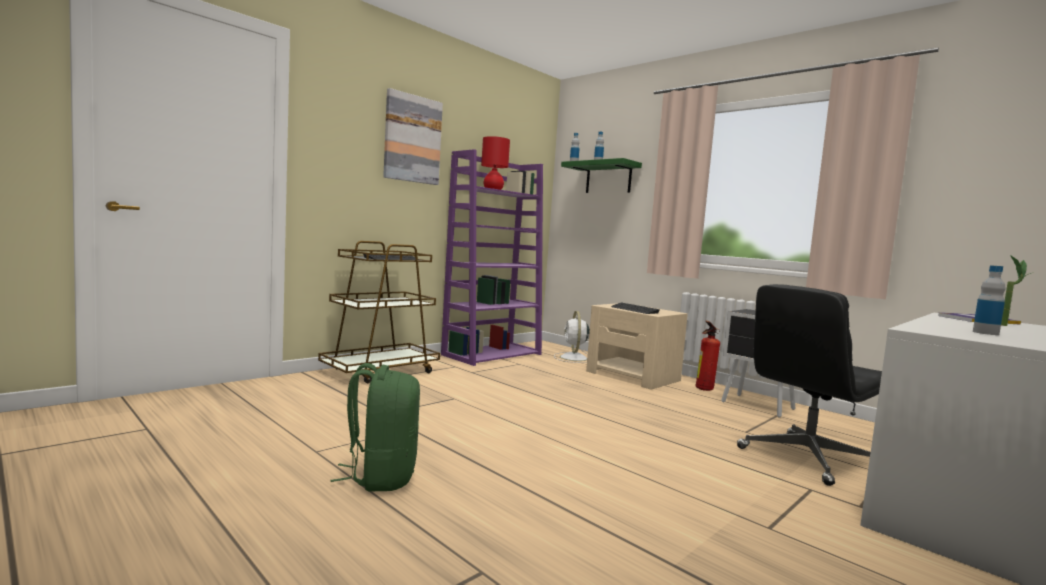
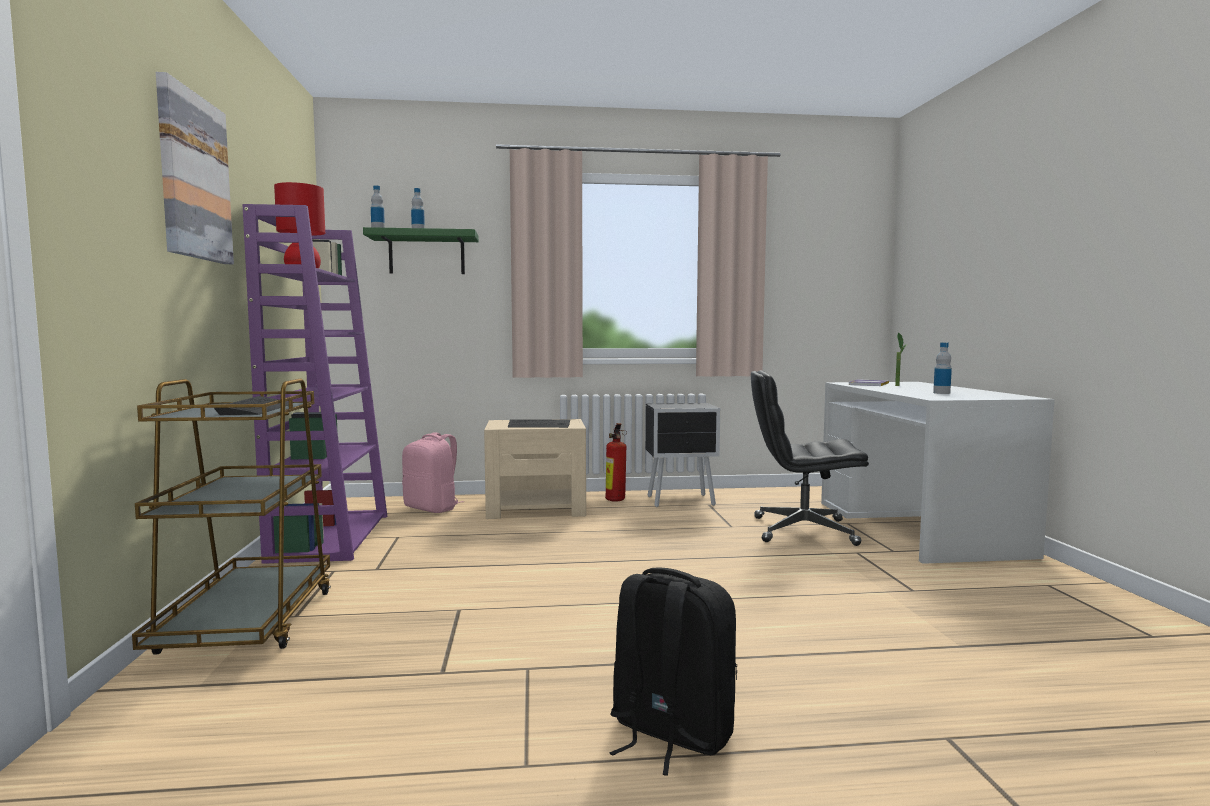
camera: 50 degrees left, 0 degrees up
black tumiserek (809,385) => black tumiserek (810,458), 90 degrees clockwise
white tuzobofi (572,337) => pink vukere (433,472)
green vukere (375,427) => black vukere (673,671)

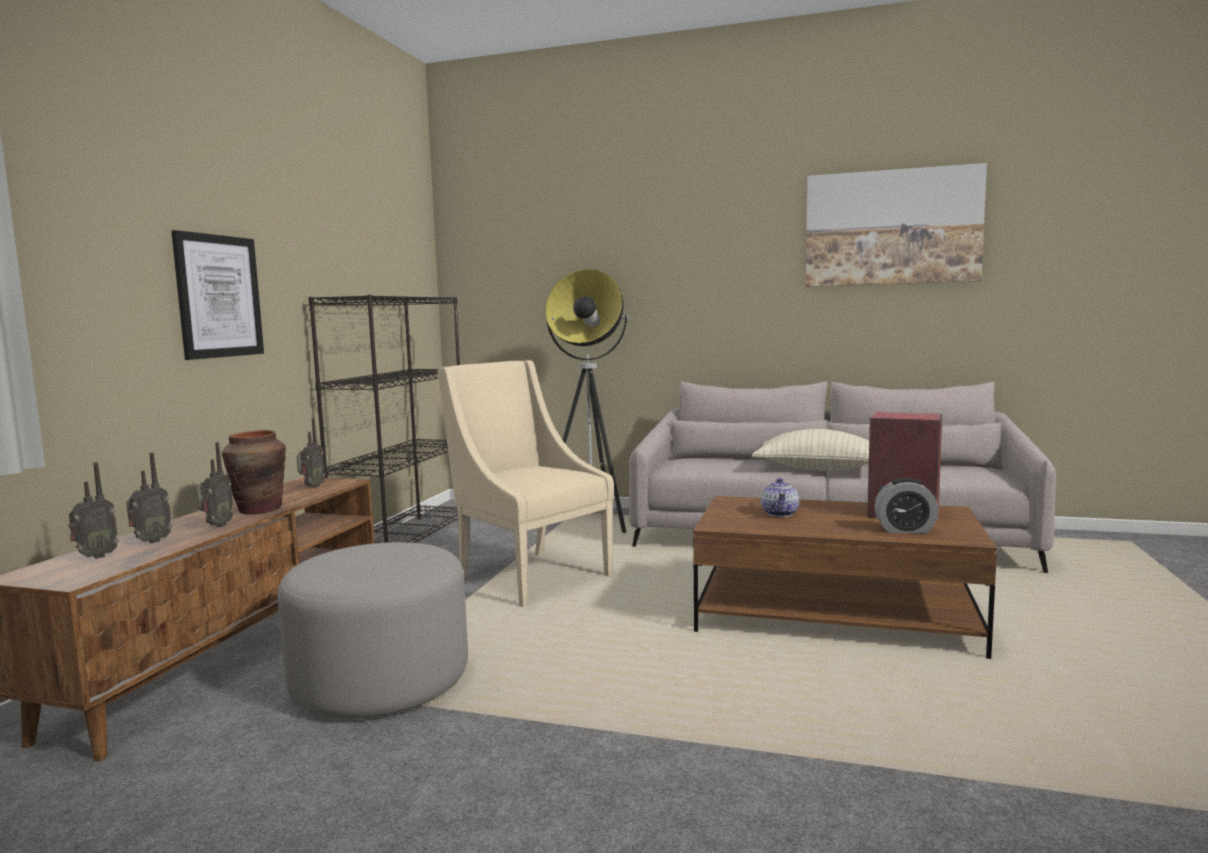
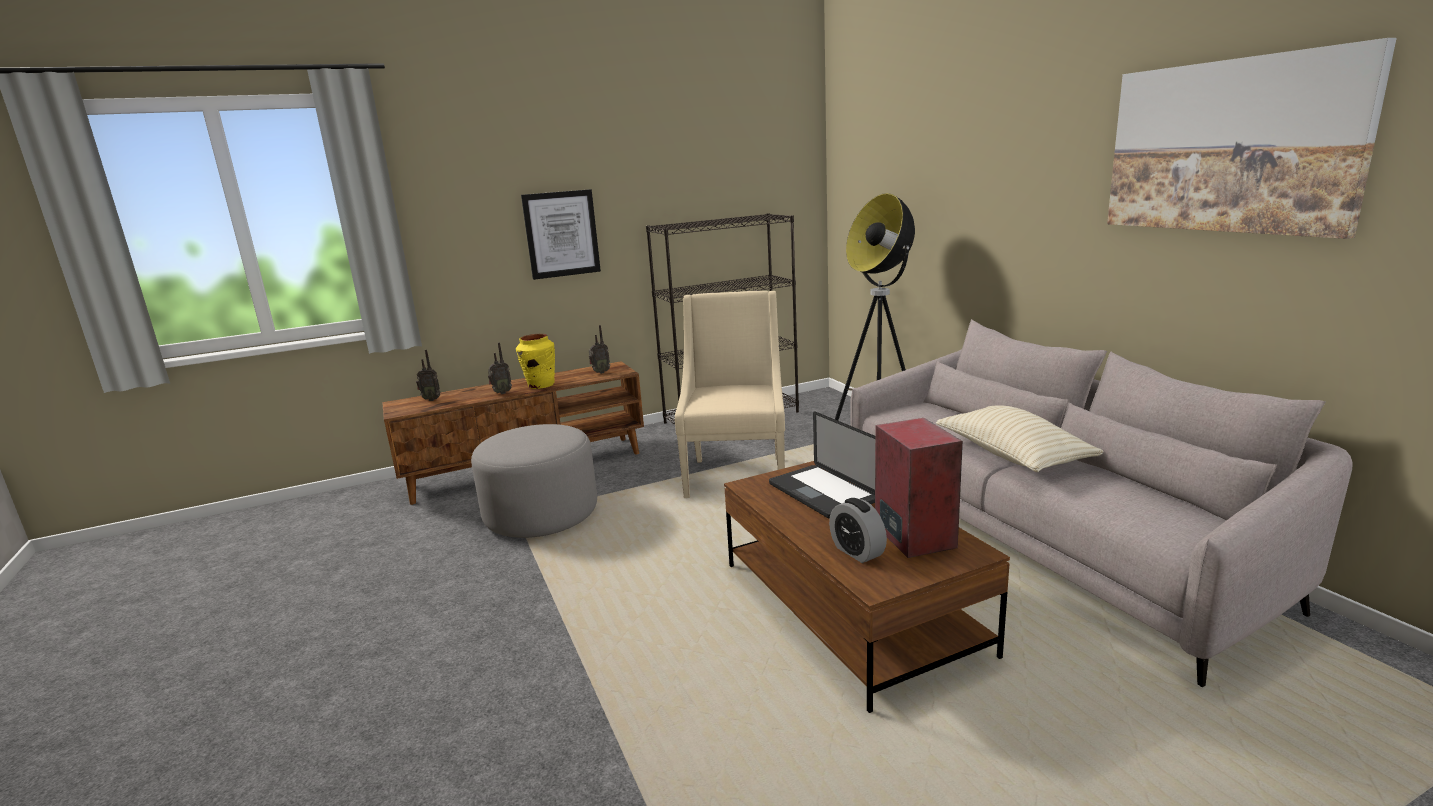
camera: 50 degrees right, 10 degrees up
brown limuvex (254,472) => yellow limuvex (535,361)
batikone (149,497) => nothing
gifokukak (780,497) => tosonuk (822,465)

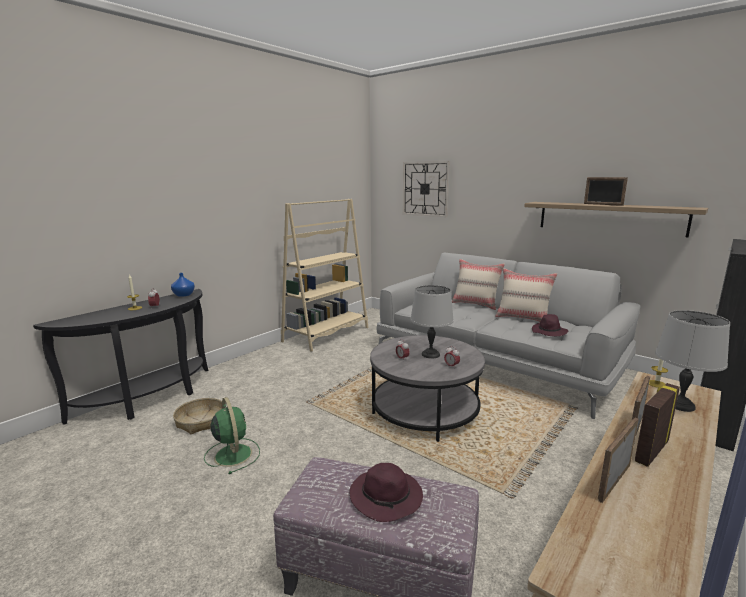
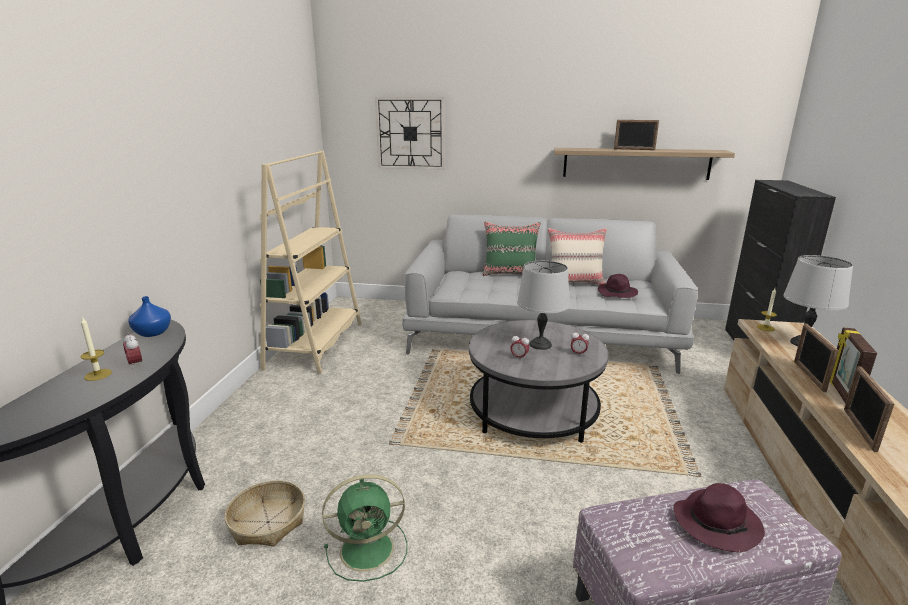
camera: 30 degrees left, 5 degrees up
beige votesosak (478,284) => green votesosak (511,248)
green tuzobofi (232,435) => green tuzobofi (364,528), 135 degrees clockwise

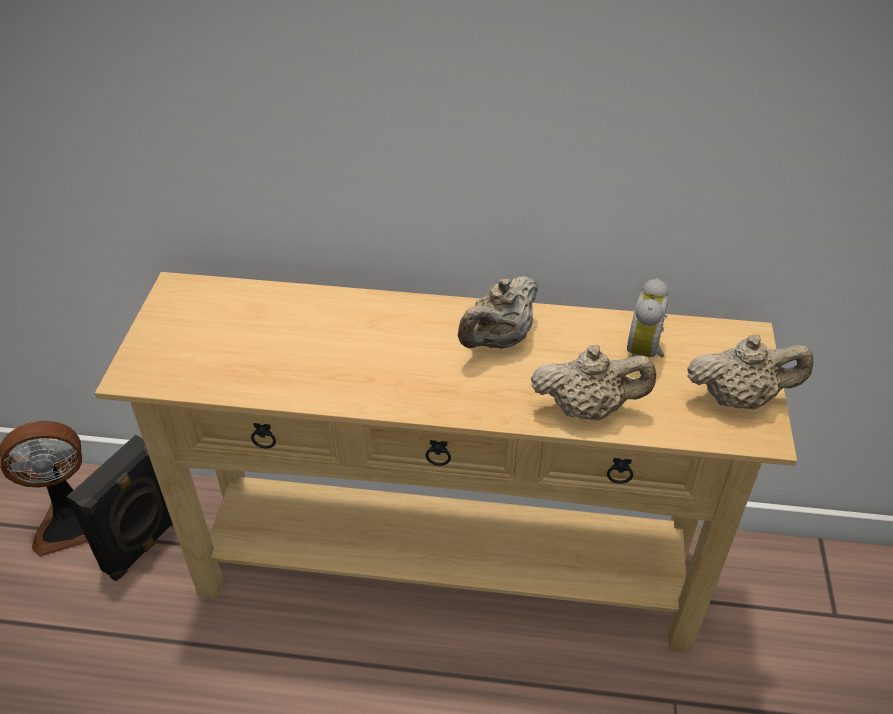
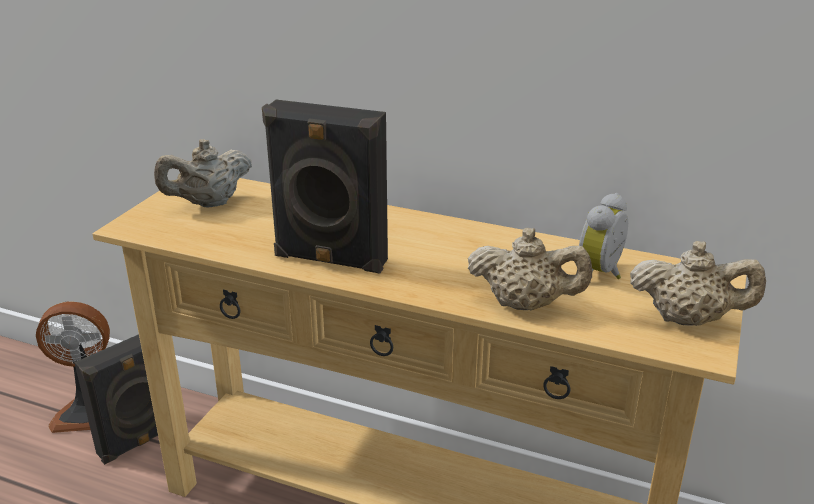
camera: 15 degrees right, 15 degrees down
beige gifokukak (498,312) => beige gifokukak (203,173), move
nothing => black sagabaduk (325,186)

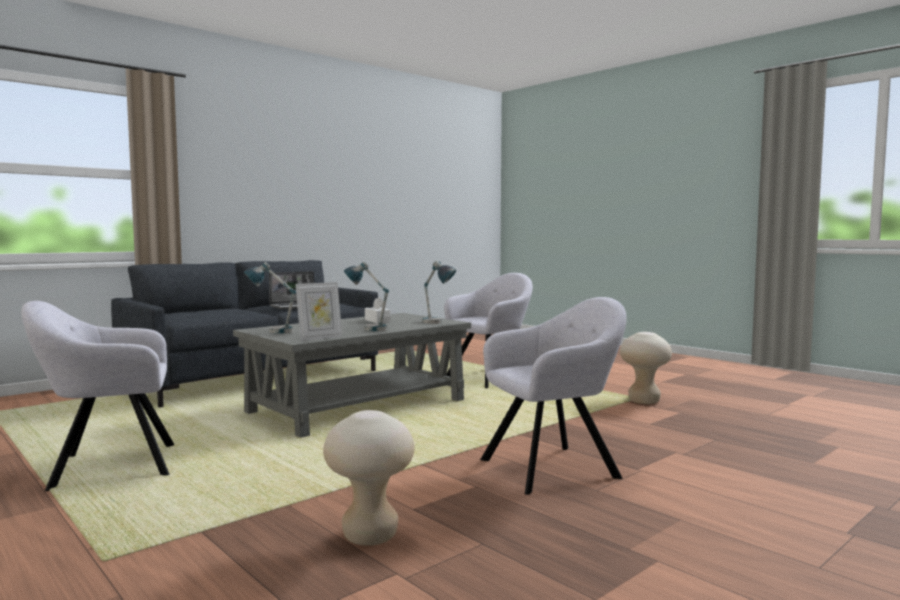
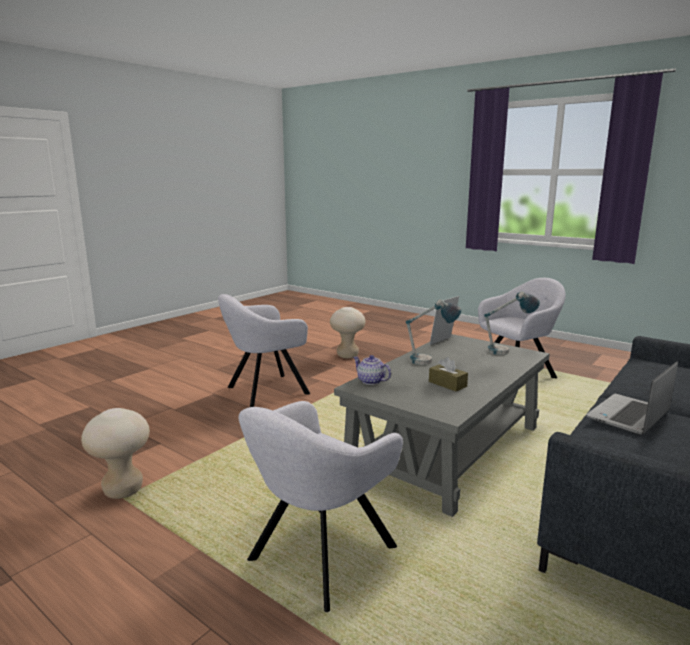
camera: 170 degrees right, 10 degrees up
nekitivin (439,292) => gifokukak (372,370)
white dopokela (378,310) => brown dopokela (448,374)

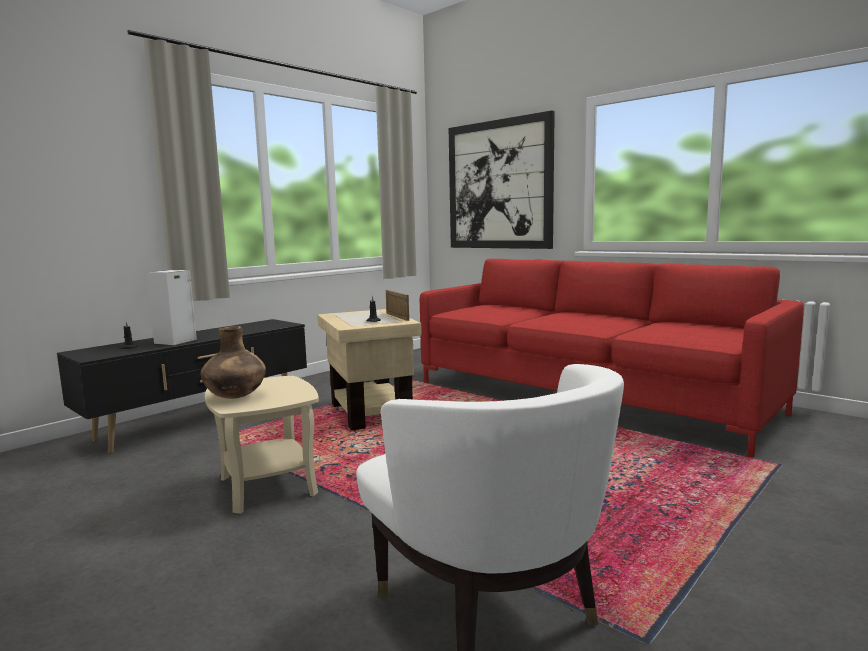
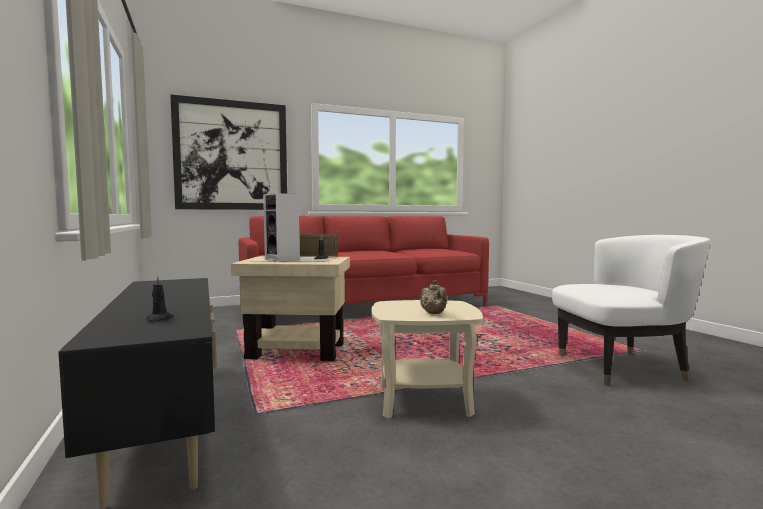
camera: 65 degrees left, 5 degrees down
sagabaduk (171,307) => sagabaduk (281,227), move
brown limuvex (233,362) => beige gifokukak (433,297)

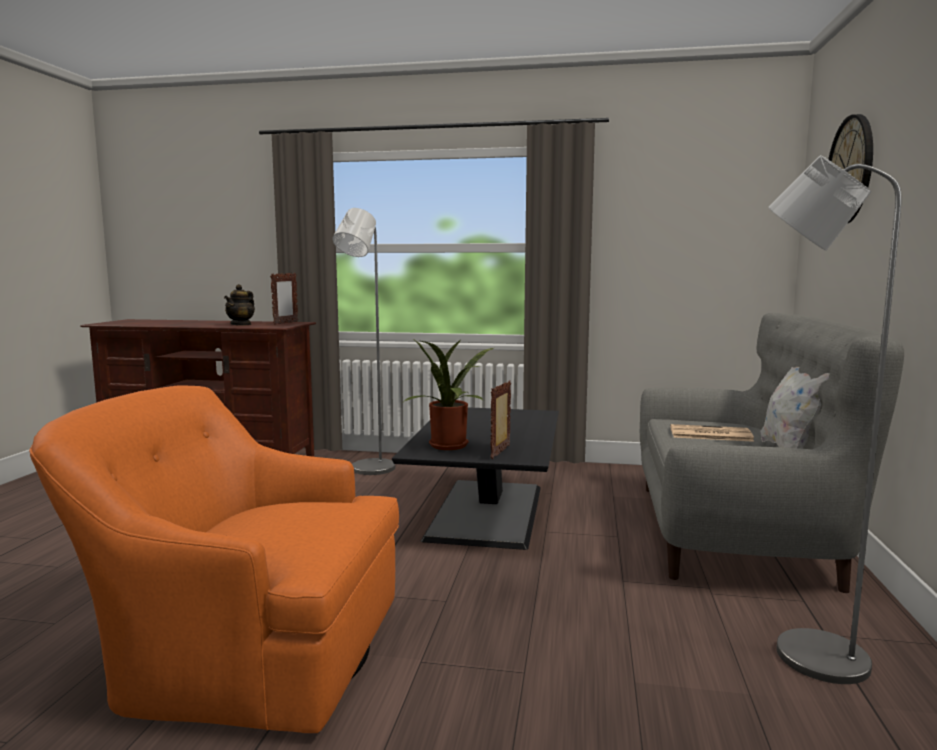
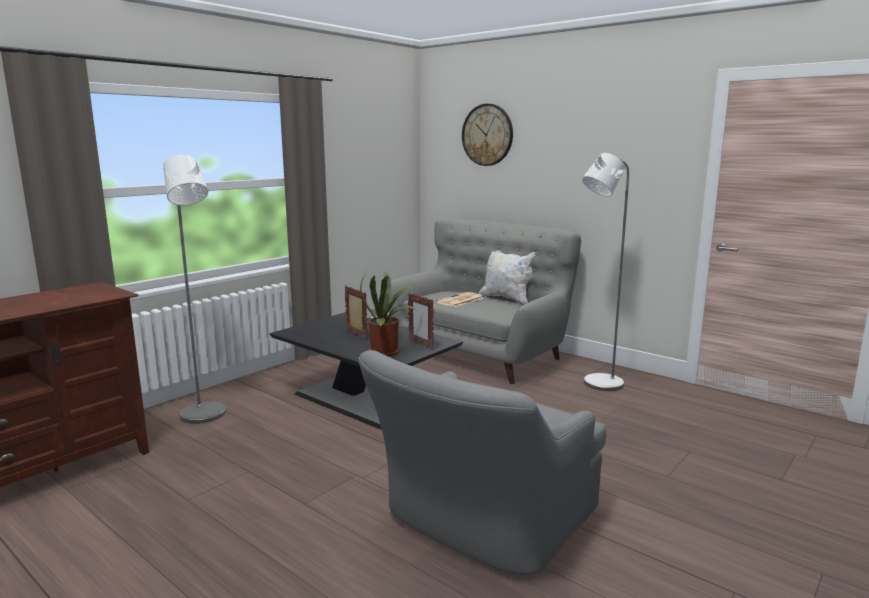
camera: 60 degrees left, 5 degrees up
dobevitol (284,298) => dobevitol (356,312), move
gifokukak (239,305) => nothing
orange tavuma (214,559) => grey tavuma (482,462)

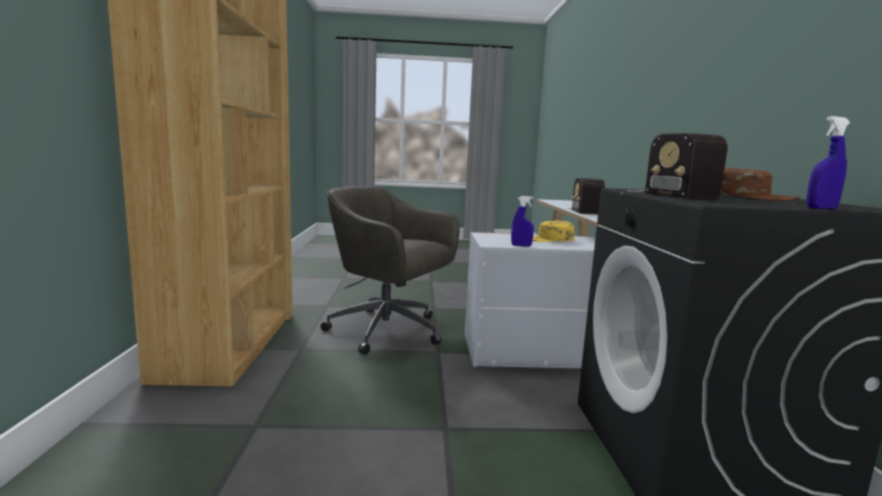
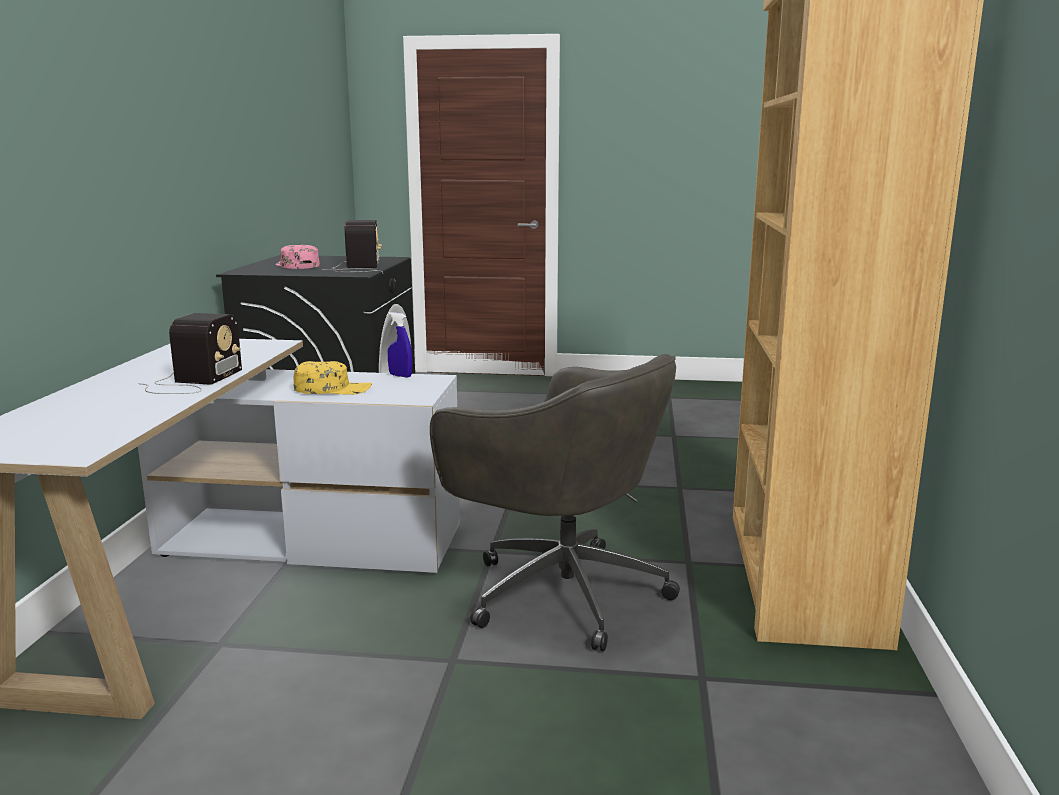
camera: 170 degrees left, 5 degrees up
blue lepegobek (828,162) => nothing
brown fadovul (760,184) => pink fadovul (298,257)

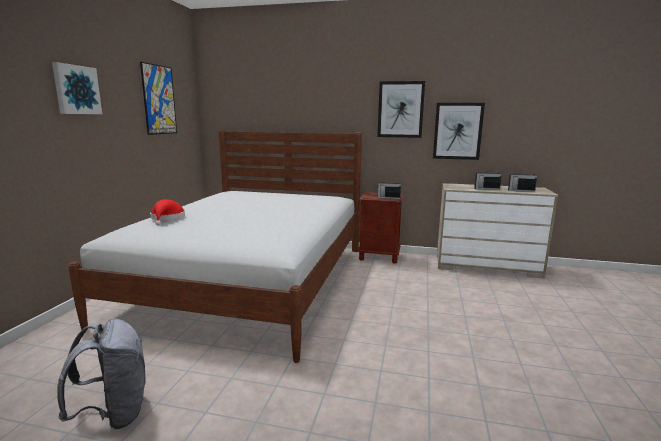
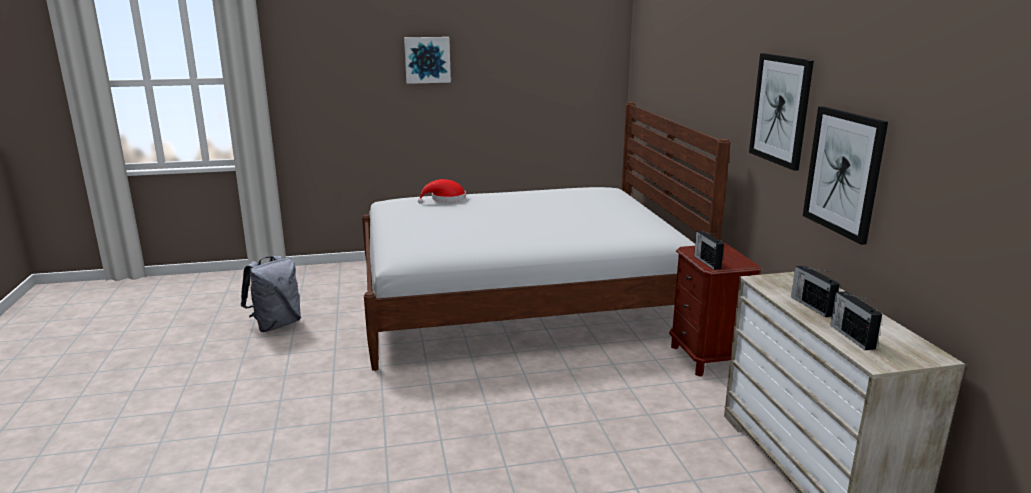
camera: 65 degrees right, 5 degrees up
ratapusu (158,98) => nothing

